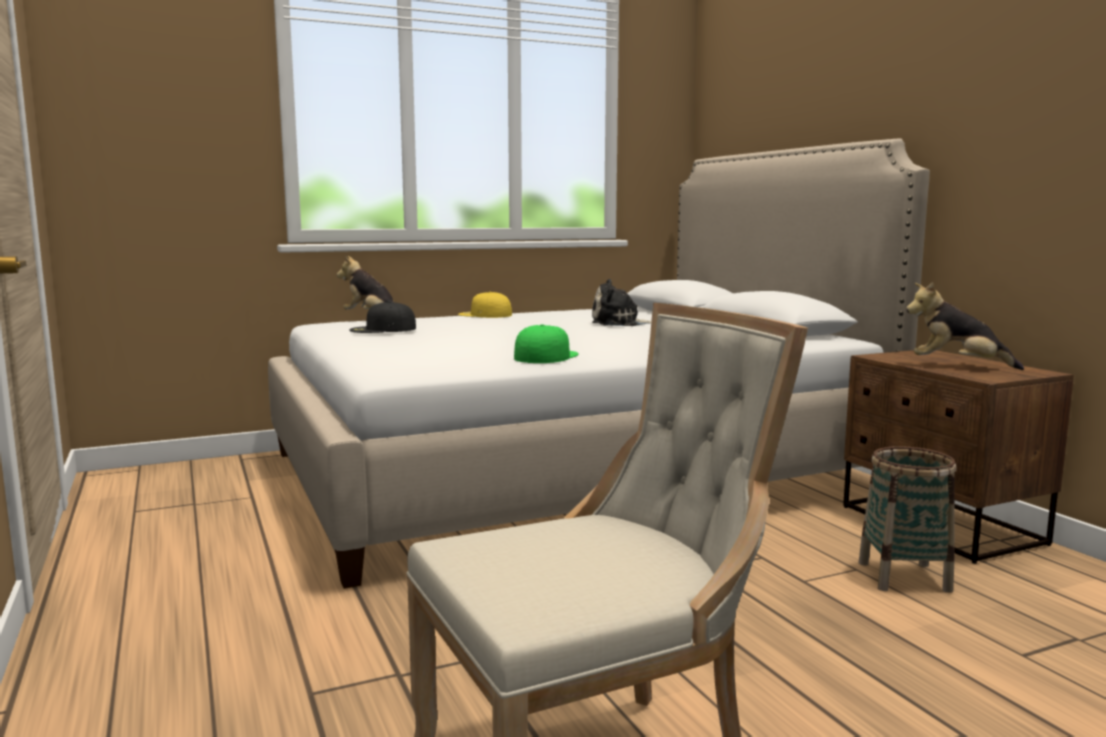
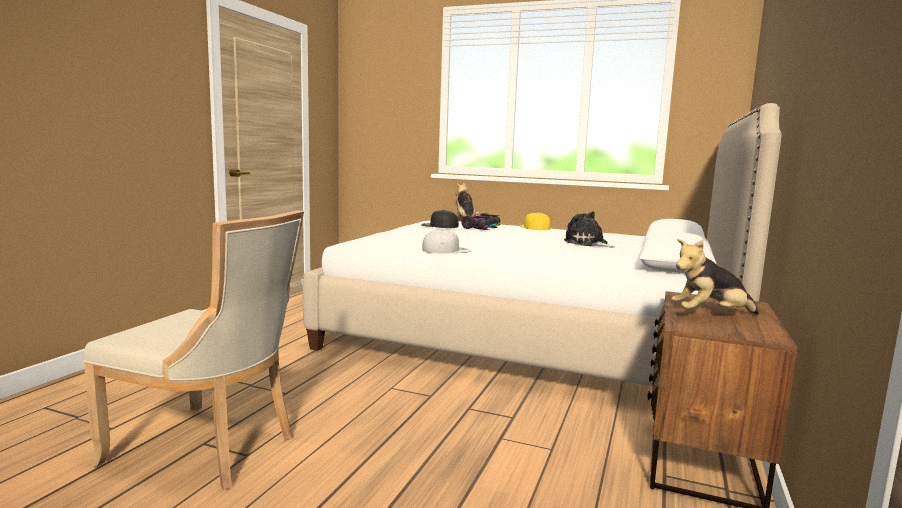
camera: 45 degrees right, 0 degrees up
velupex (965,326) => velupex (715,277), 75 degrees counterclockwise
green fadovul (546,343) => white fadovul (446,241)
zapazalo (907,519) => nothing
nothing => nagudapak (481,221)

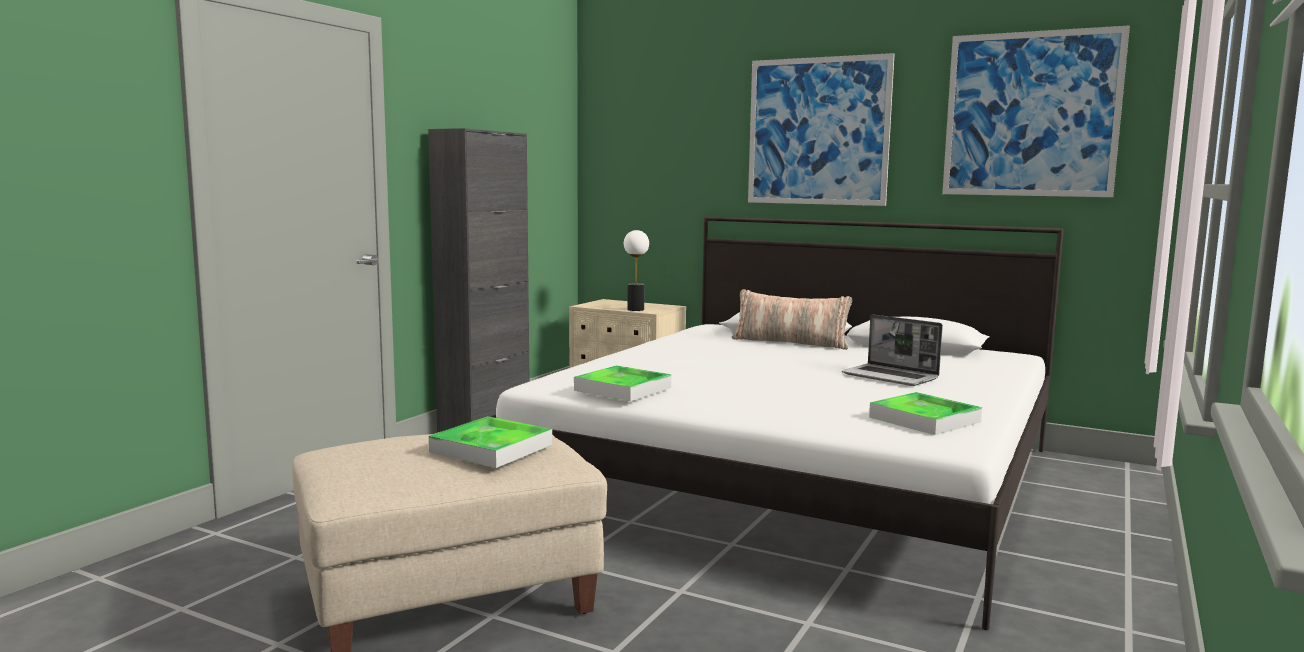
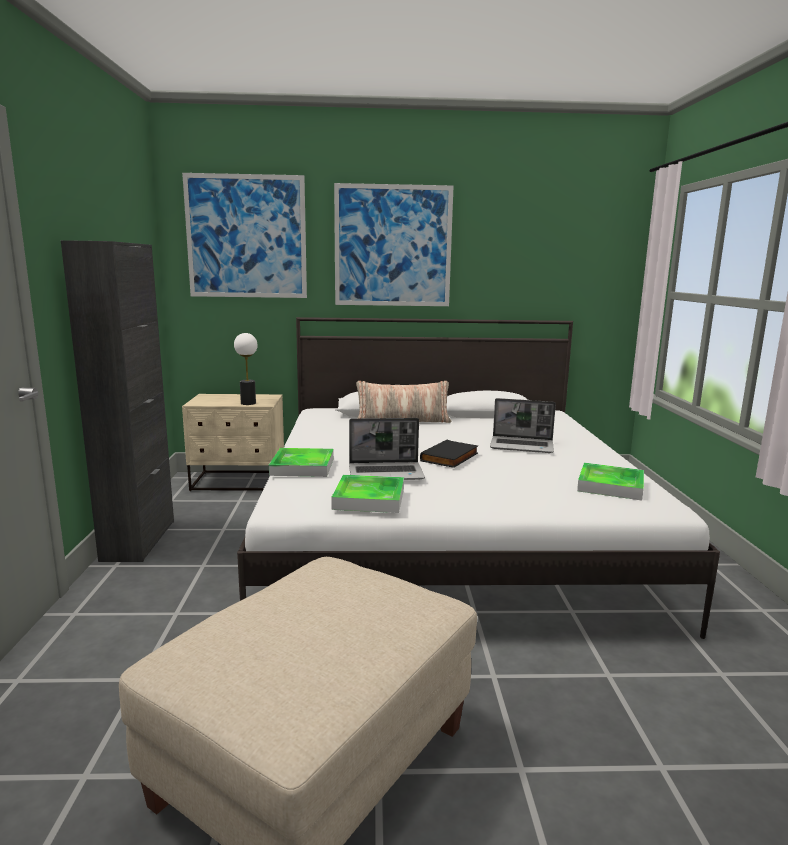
camera: 30 degrees left, 5 degrees up
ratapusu (1036,111) => ratapusu (244,235), move
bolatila (490,442) => bolatila (301,462), move
nothing => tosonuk (387,449)
nothing => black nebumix (449,454)

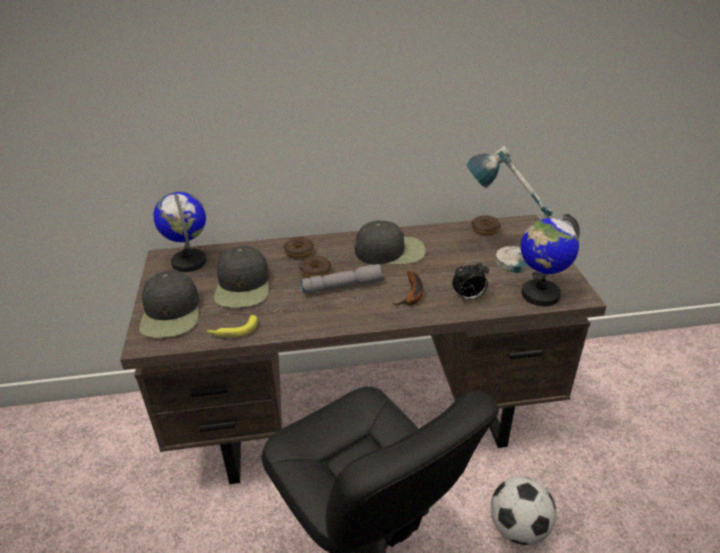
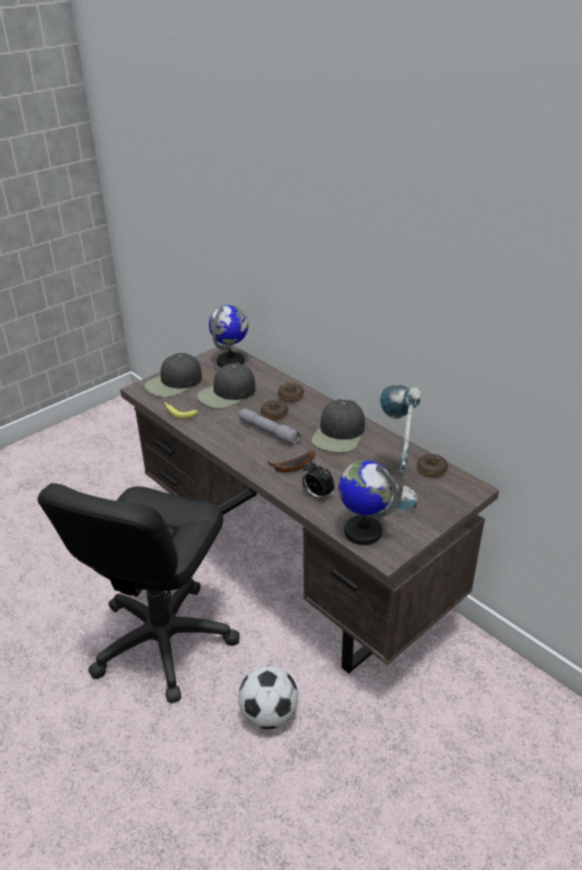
camera: 55 degrees right, 0 degrees up
black fadovul (390,242) => black fadovul (338,425), 60 degrees clockwise

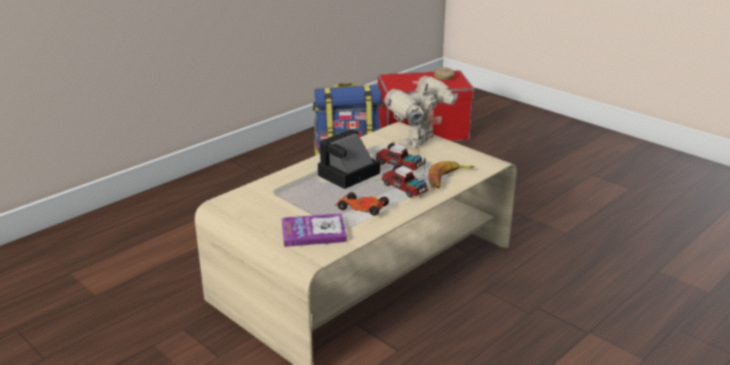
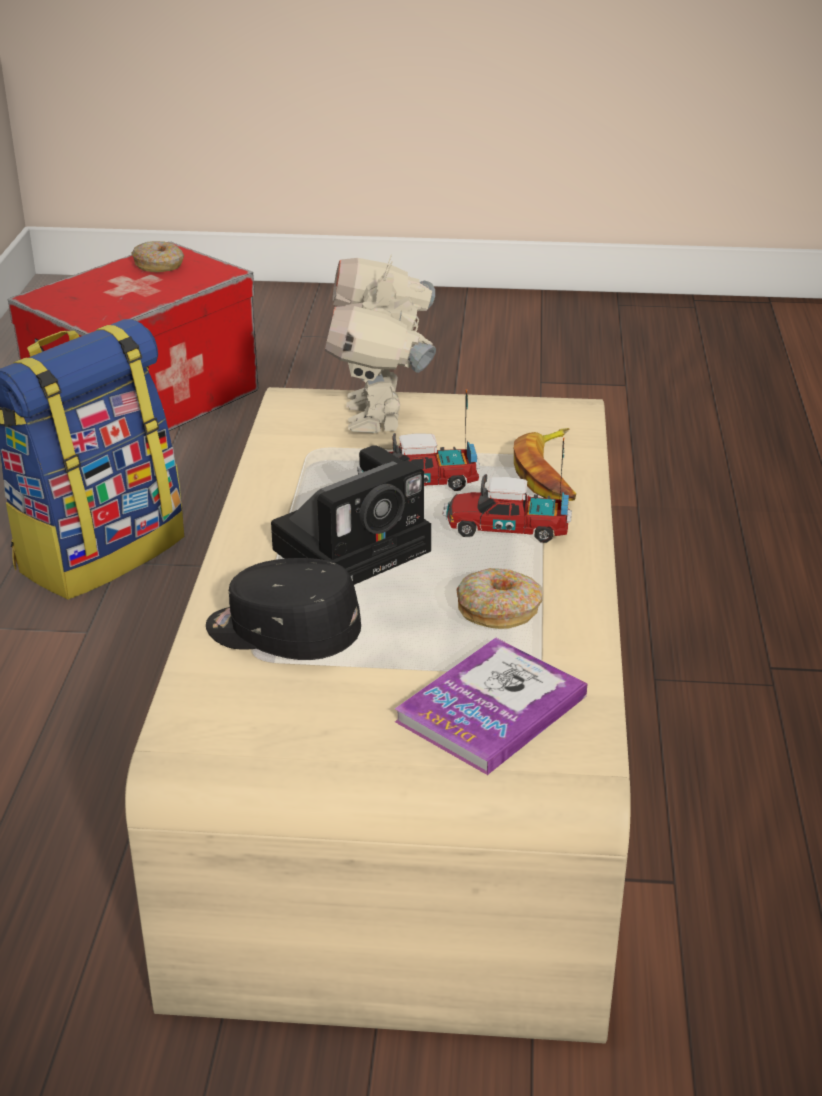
camera: 40 degrees left, 5 degrees up
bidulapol (349,159) => bidulapol (351,515), 135 degrees counterclockwise
nagudapak (362,204) => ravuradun (499,598)
nothing => black fadovul (283,609)

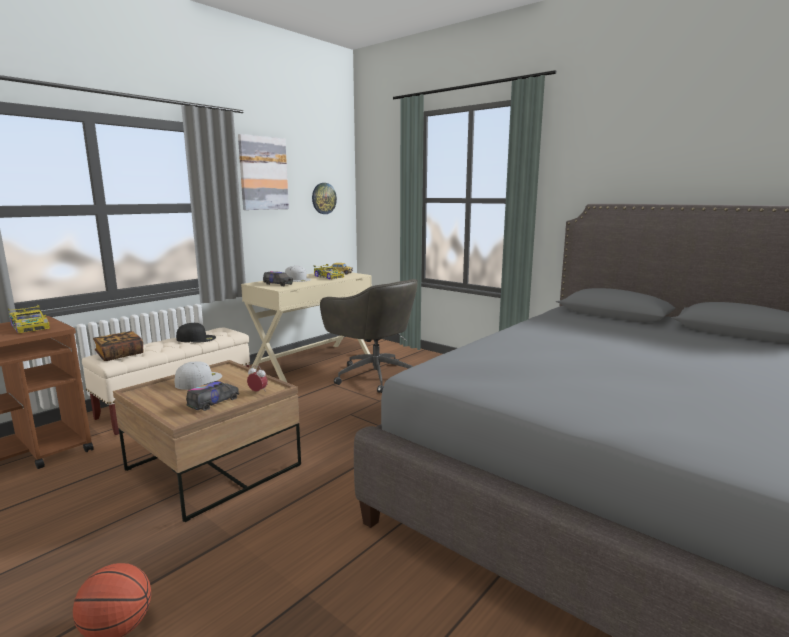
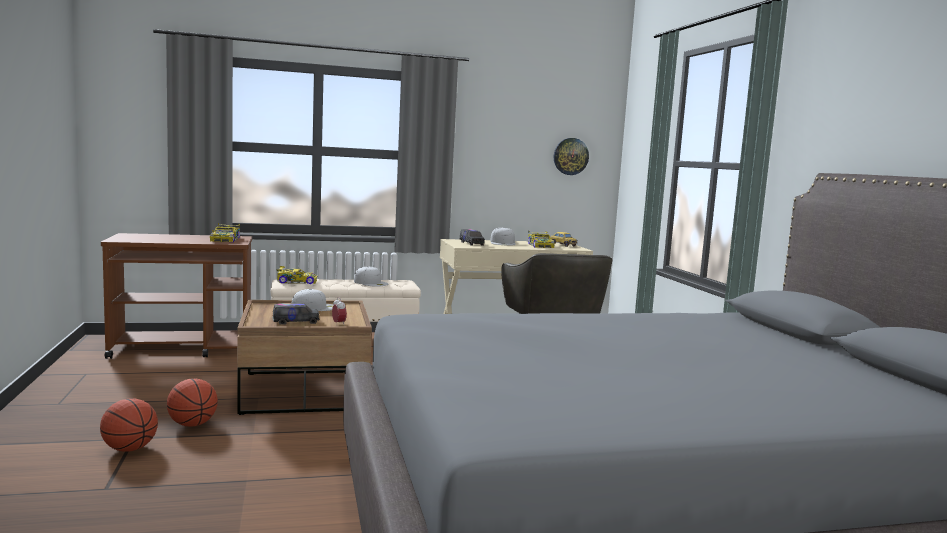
camera: 35 degrees right, 5 degrees down
ratapusu (263,172) => nothing
black fadovul (196,333) => white fadovul (371,276)
nebumix (118,346) => nagudapak (296,275)
nothing => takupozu (192,403)

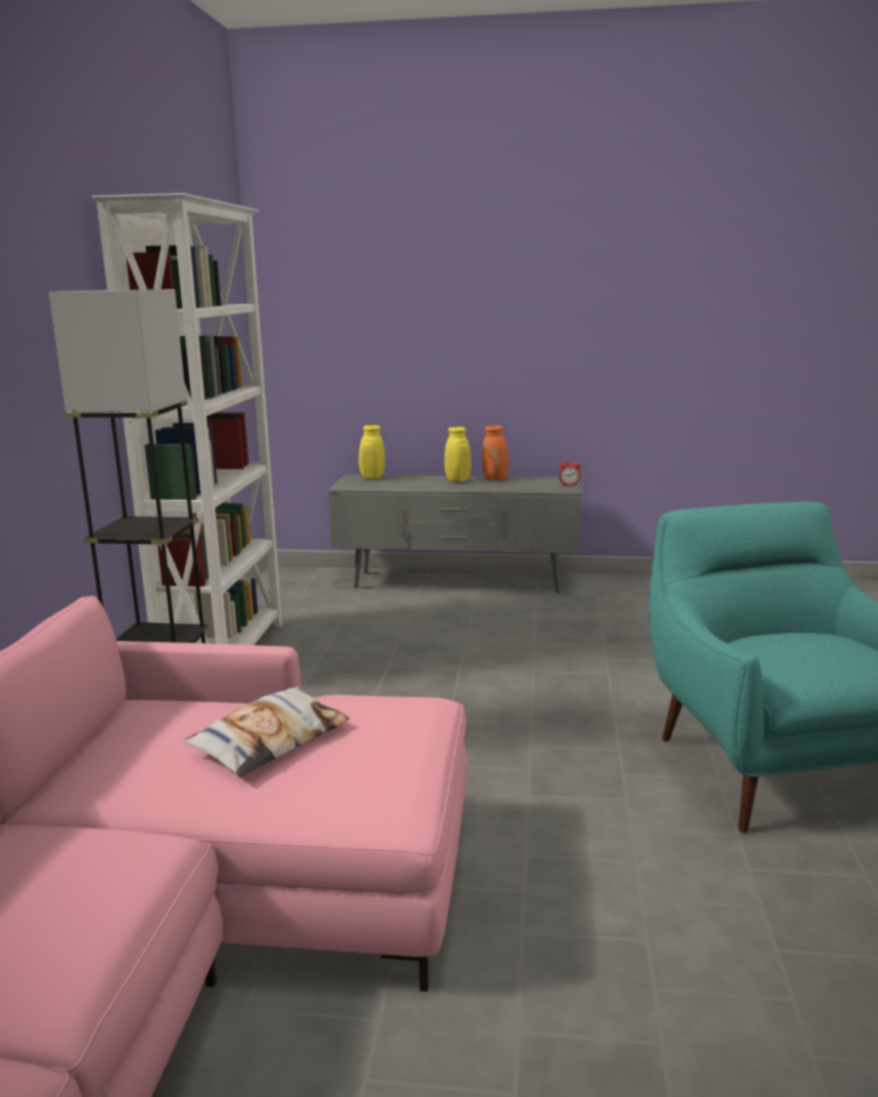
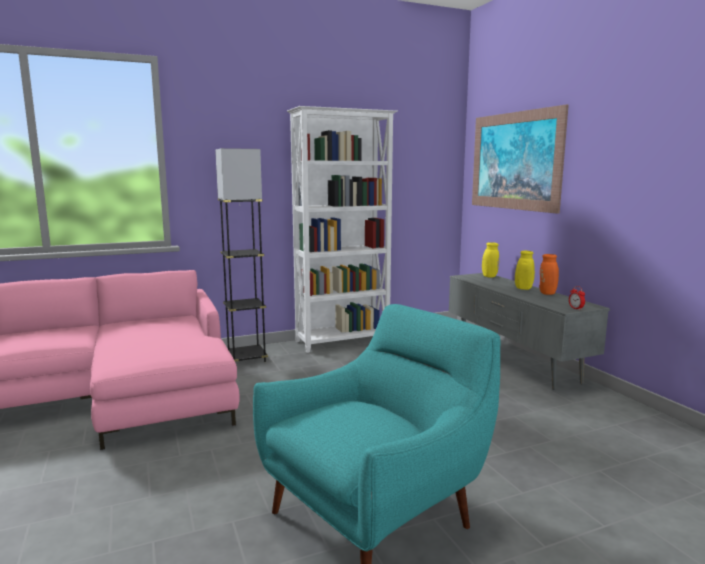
camera: 60 degrees right, 5 degrees down
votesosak (266,732) => nothing
nothing => ratapusu (520,159)

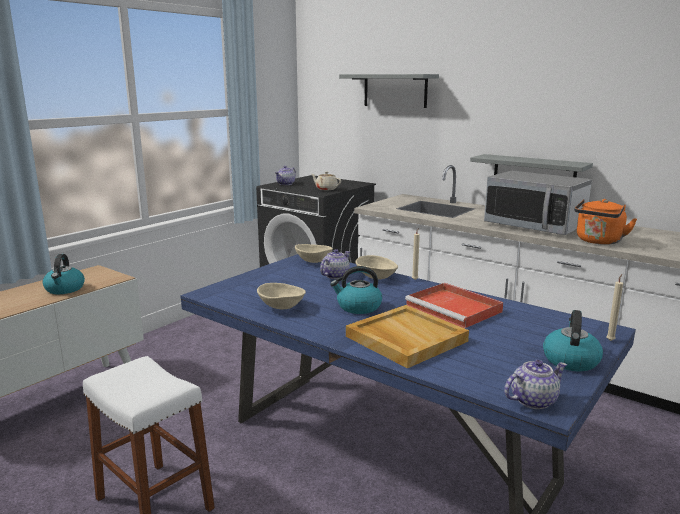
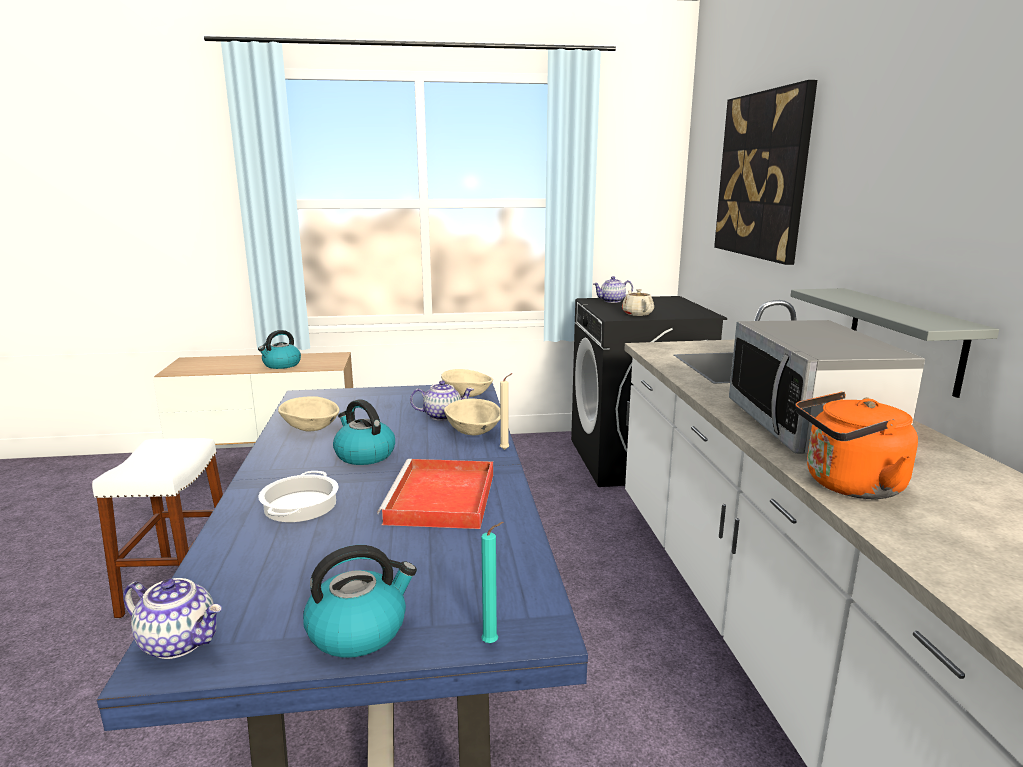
camera: 45 degrees right, 0 degrees up
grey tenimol (389,91) => ratapusu (765,172)
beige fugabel (614,307) => turquoise fugabel (492,582)
beige bolatila (407,336) => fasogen (298,496)

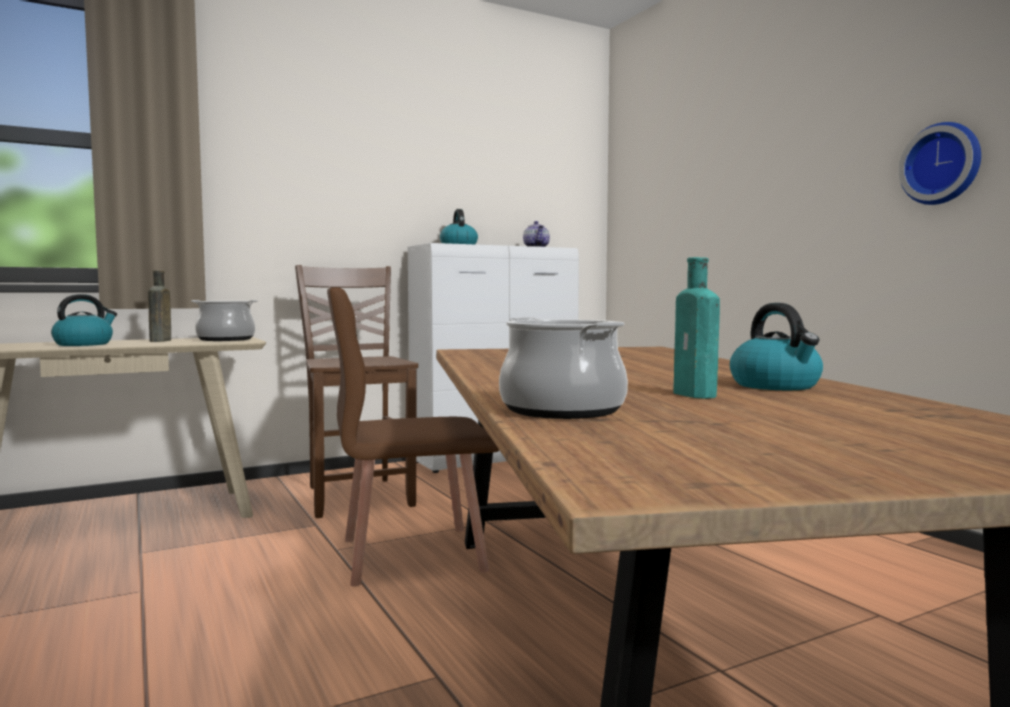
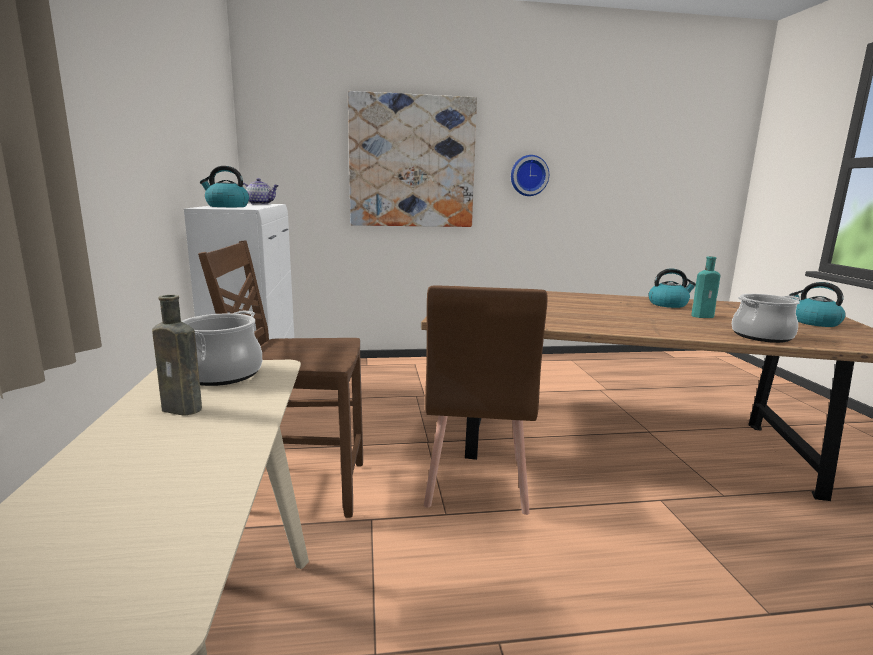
camera: 70 degrees left, 10 degrees up
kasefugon (84,320) => kasefugon (817,304), move
nothing => ratapusu (412,159)

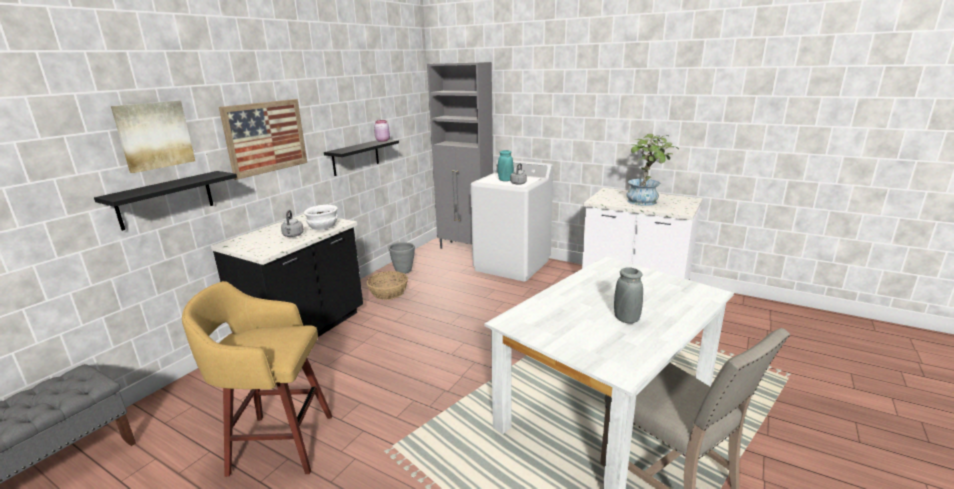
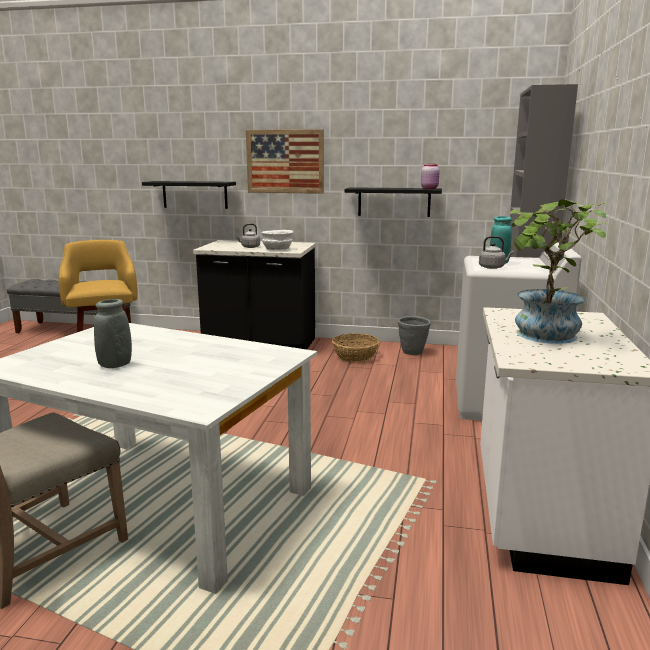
camera: 70 degrees right, 5 degrees down
ratapusu (153,136) => nothing

